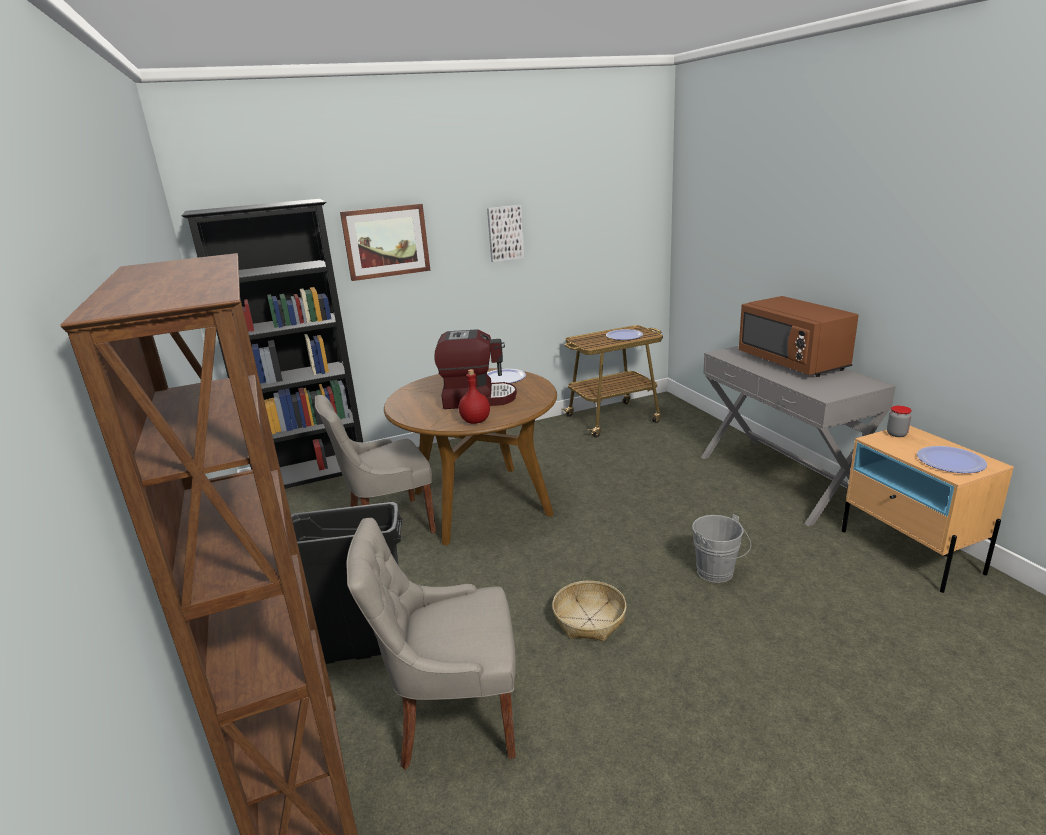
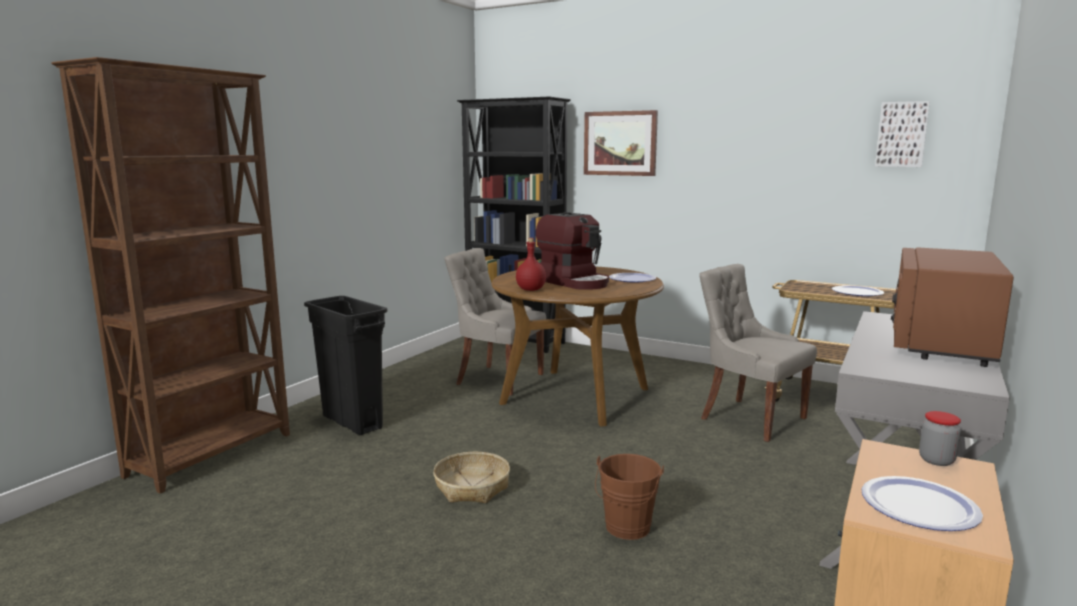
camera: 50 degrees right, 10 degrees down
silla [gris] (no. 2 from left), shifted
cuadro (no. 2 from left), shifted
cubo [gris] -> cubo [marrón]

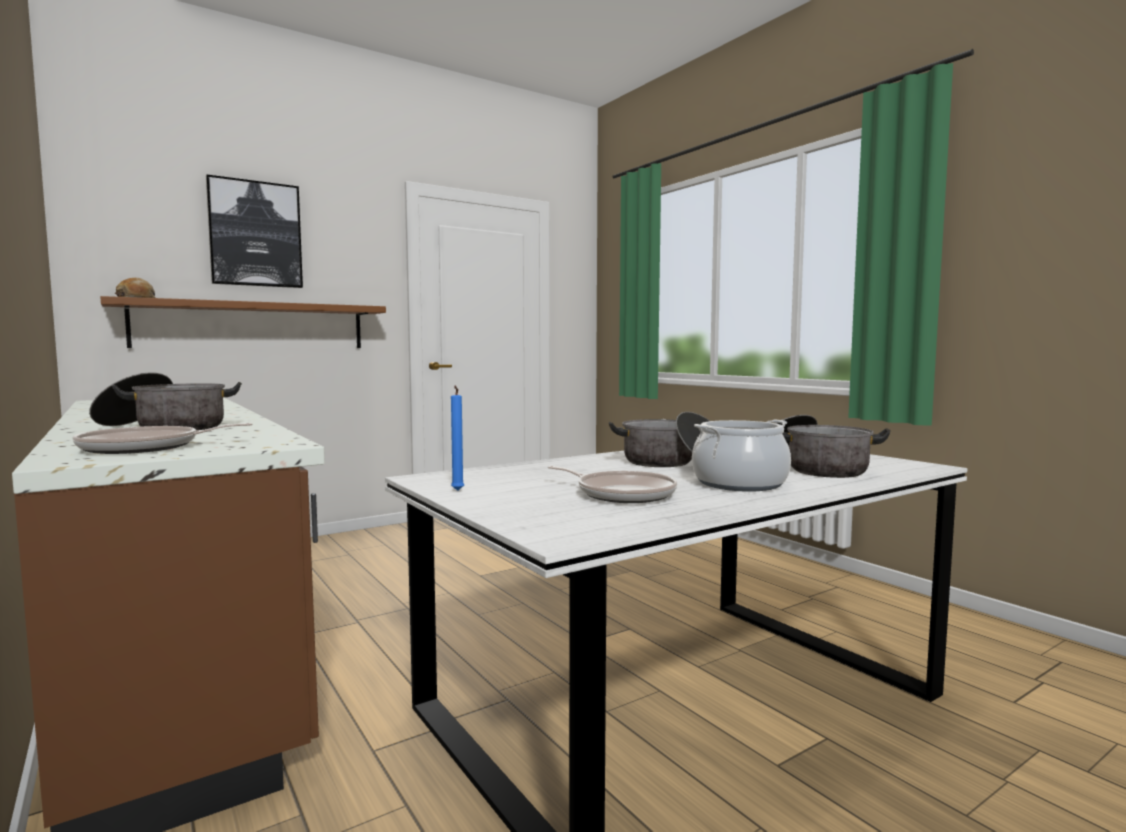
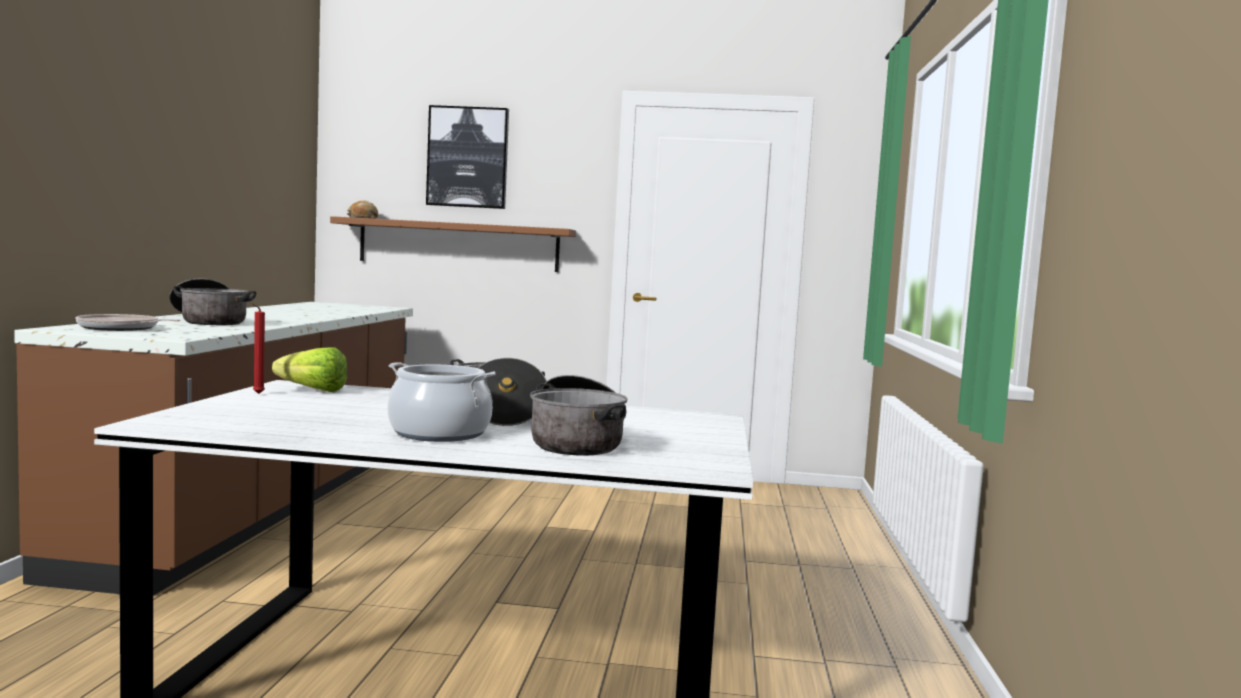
camera: 40 degrees right, 0 degrees up
vela [azul] -> vela [rojo]
sartén (no. 2 from left) -> none
none -> lechuga

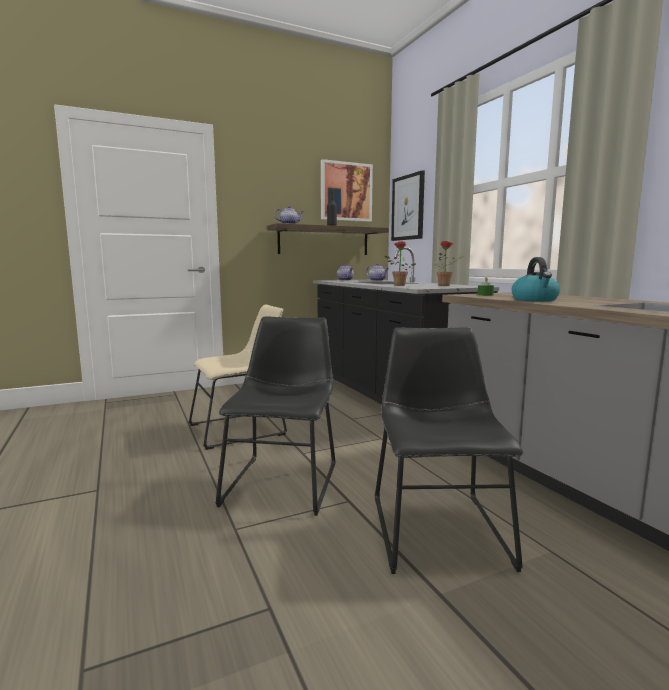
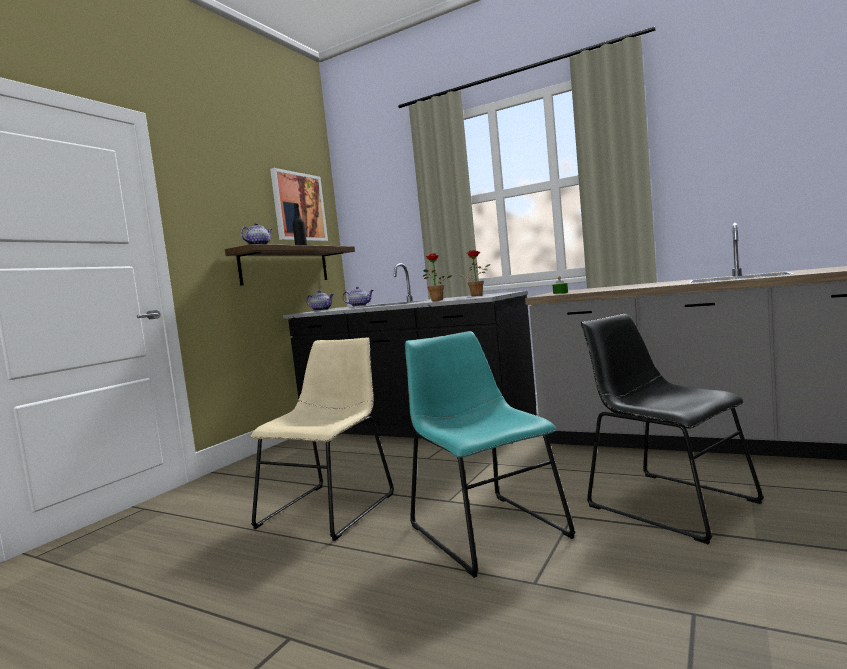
camera: 35 degrees left, 5 degrees down
silla [negro] (no. 1 from left) -> silla [turquesa]
cuadro (no. 2 from left) -> none
hervidor -> none

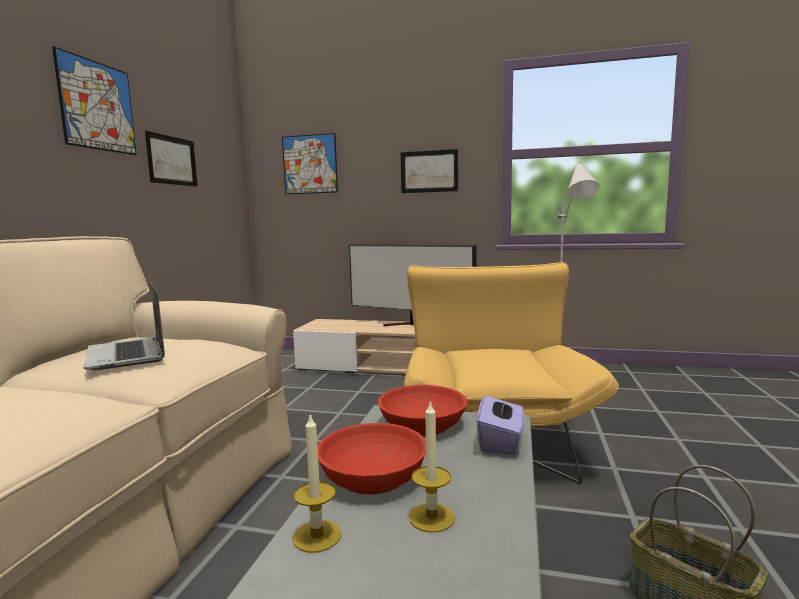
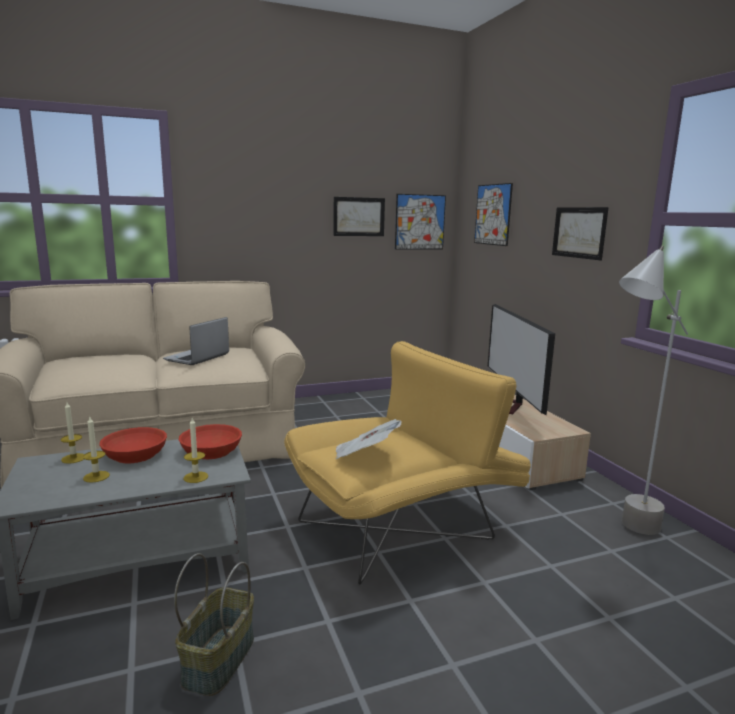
camera: 55 degrees right, 5 degrees up
cuadro (no. 1 from left in the first image) -> cuadro (no. 2 from left), shifted
caja de pañuelos [morado] -> vela (no. 3 from left)
none -> periódico

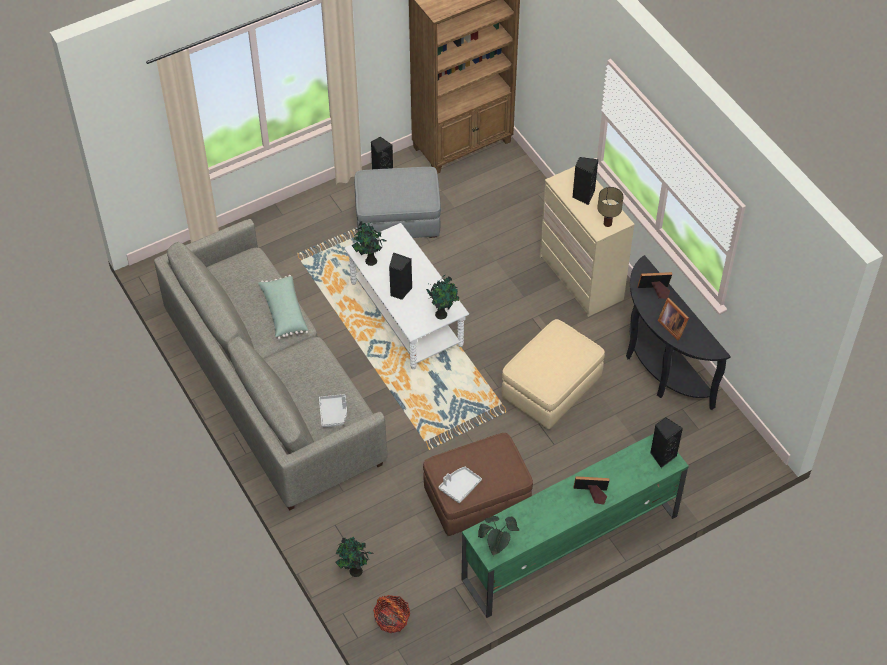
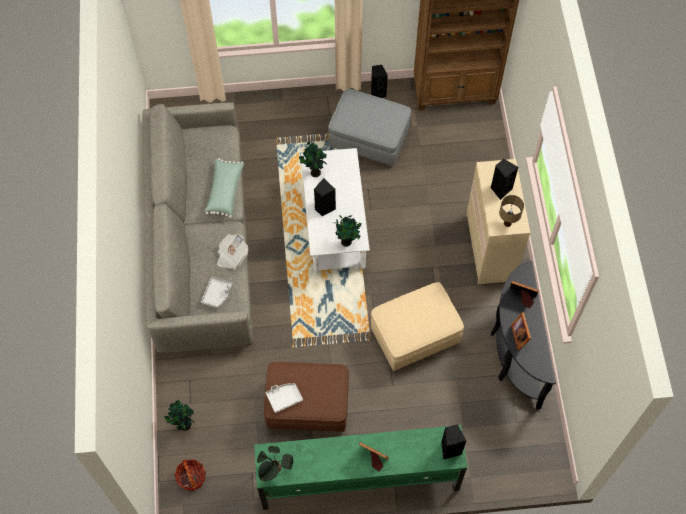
camera: 25 degrees right, 10 degrees up
none -> periódico

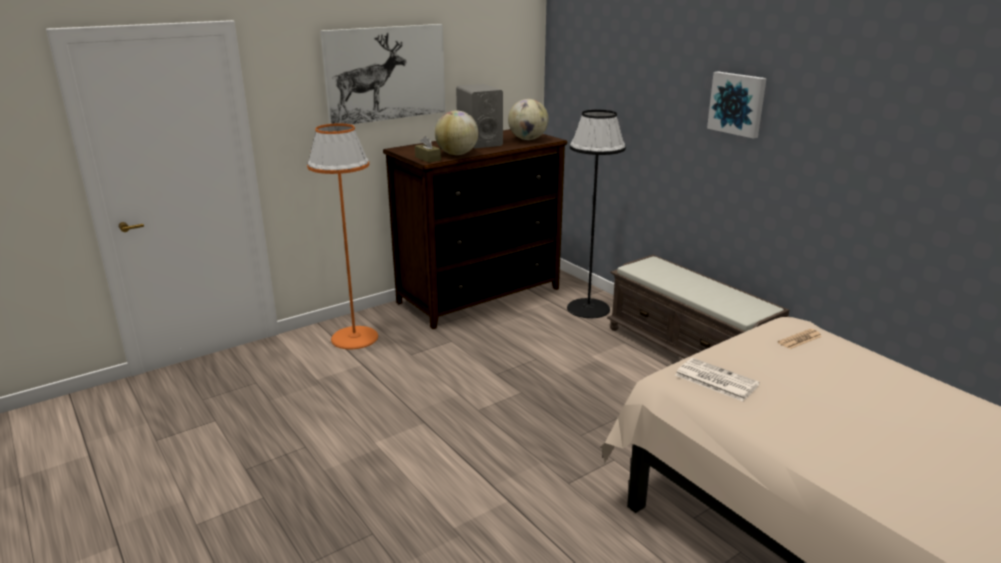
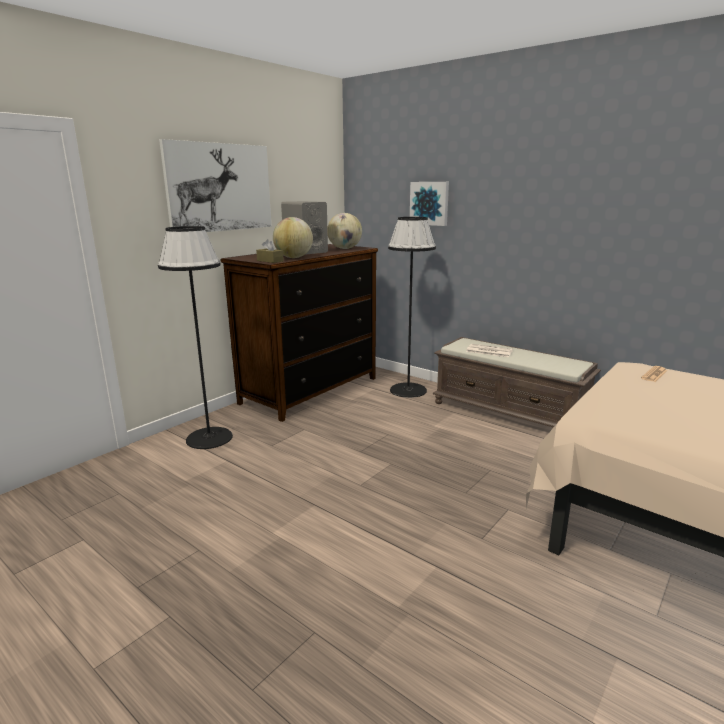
camera: 15 degrees left, 5 degrees down
lámpara de pie [naranja] -> lámpara de pie [negro] (no. 1 from left)
periódico (no. 1 from left), shifted
cuadro (no. 2 from left), shifted

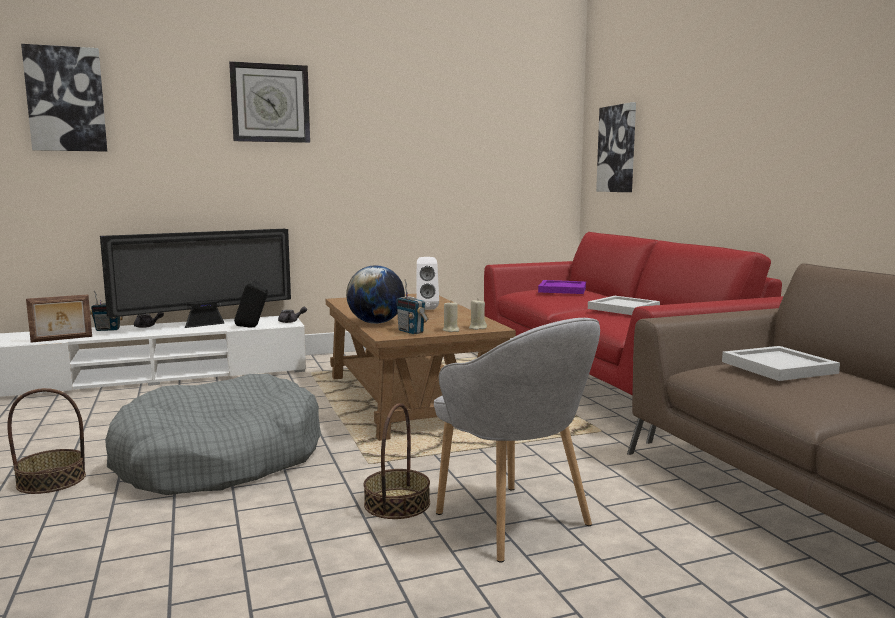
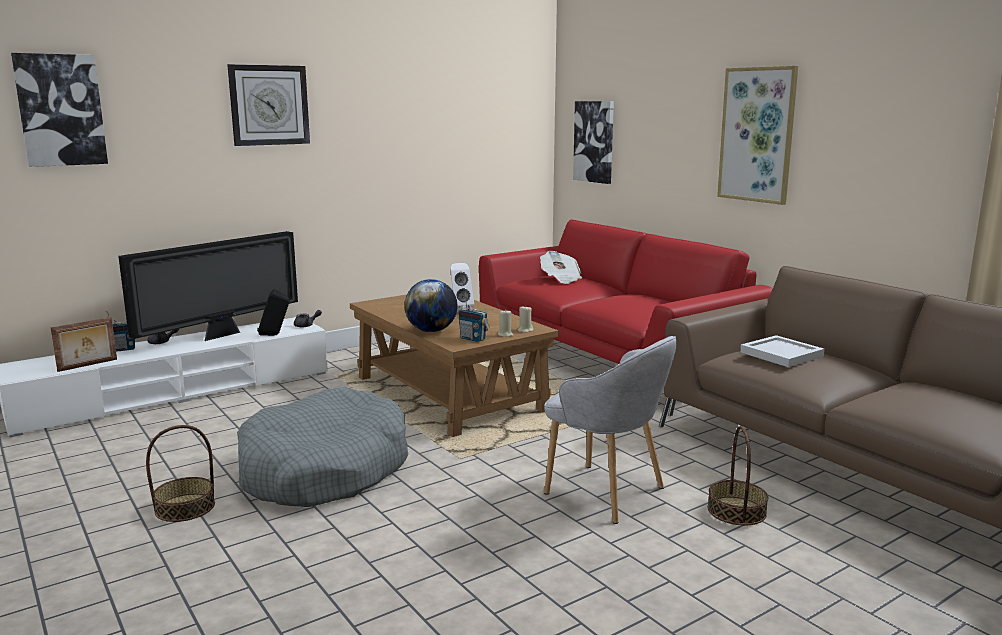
camera: 15 degrees left, 5 degrees up
cesta (no. 2 from left), shifted
bandeja [morado] -> periódico
bandeja [blanco] (no. 1 from left) -> none
none -> cuadro (no. 3 from left)

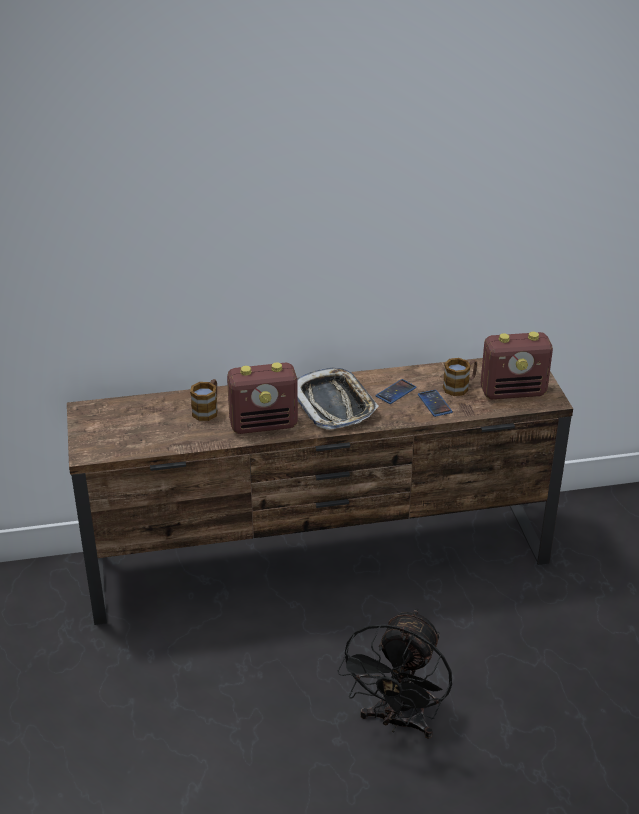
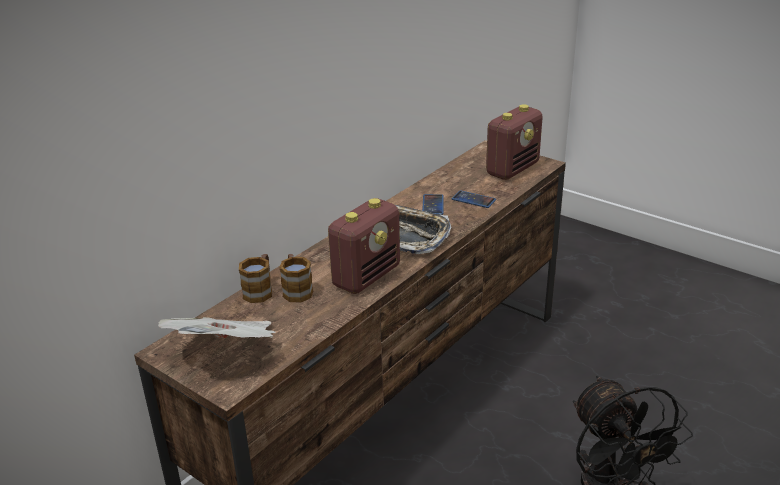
camera: 40 degrees left, 5 degrees down
taza grande (no. 2 from left in the first image) -> taza grande (no. 1 from left), shifted
none -> periódico

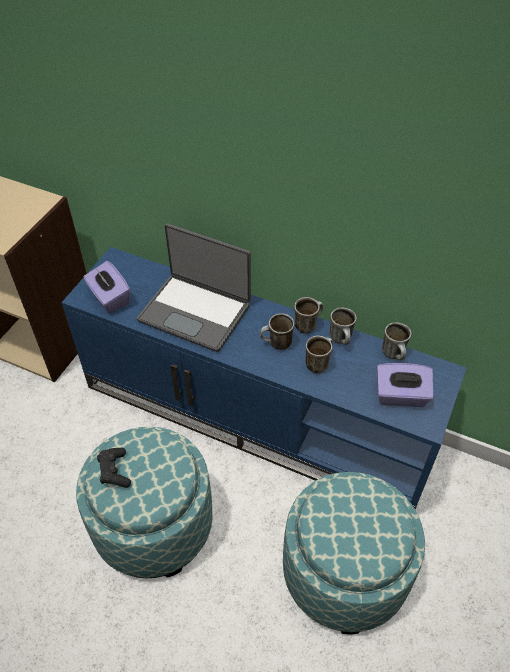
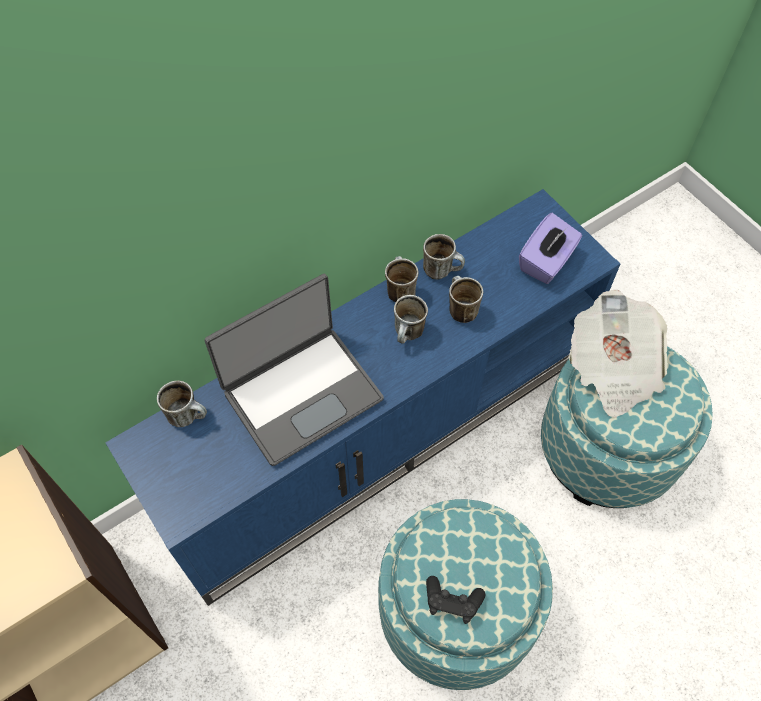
camera: 60 degrees left, 10 degrees up
caja de pañuelos [morado] (no. 1 from left) -> none
taza grande (no. 5 from left in the first image) -> taza grande (no. 1 from left), shifted
none -> periódico

